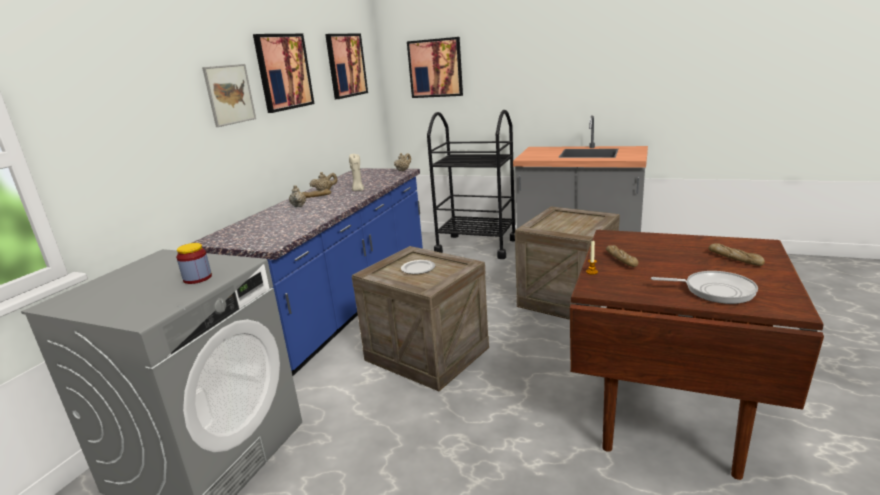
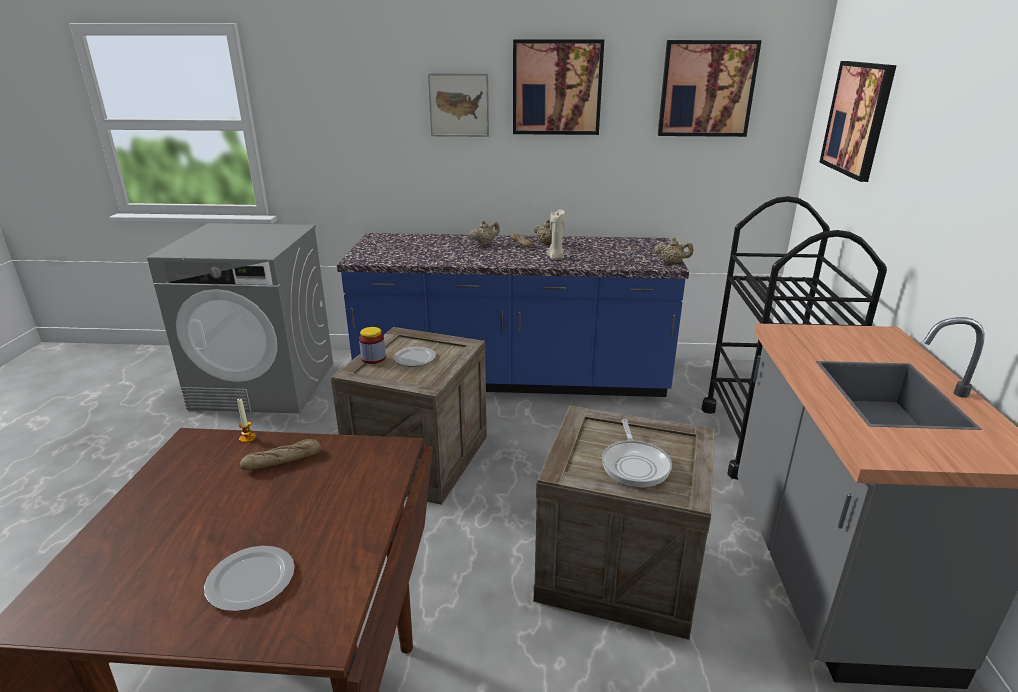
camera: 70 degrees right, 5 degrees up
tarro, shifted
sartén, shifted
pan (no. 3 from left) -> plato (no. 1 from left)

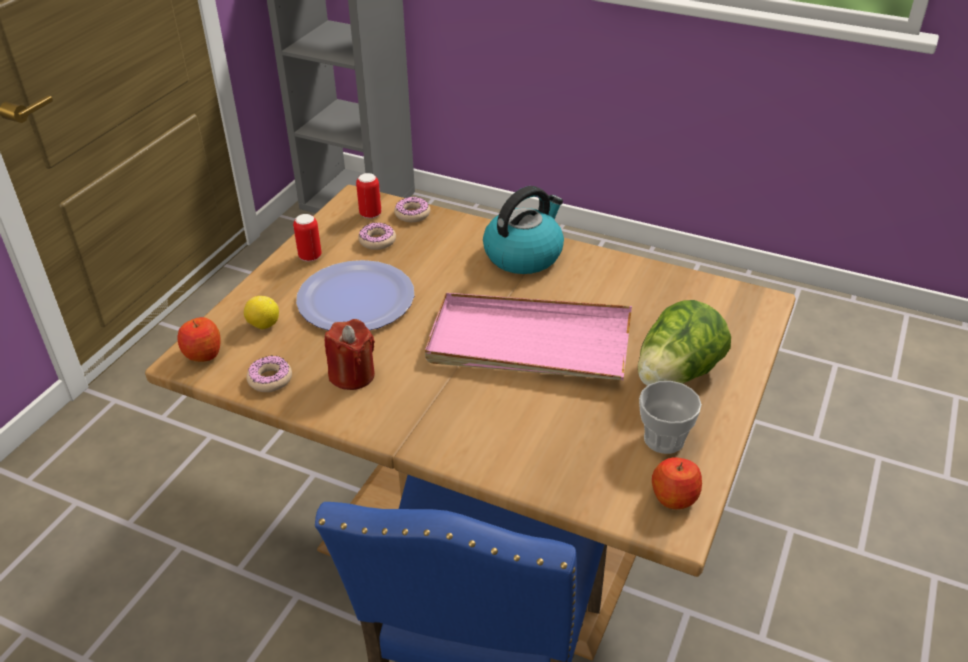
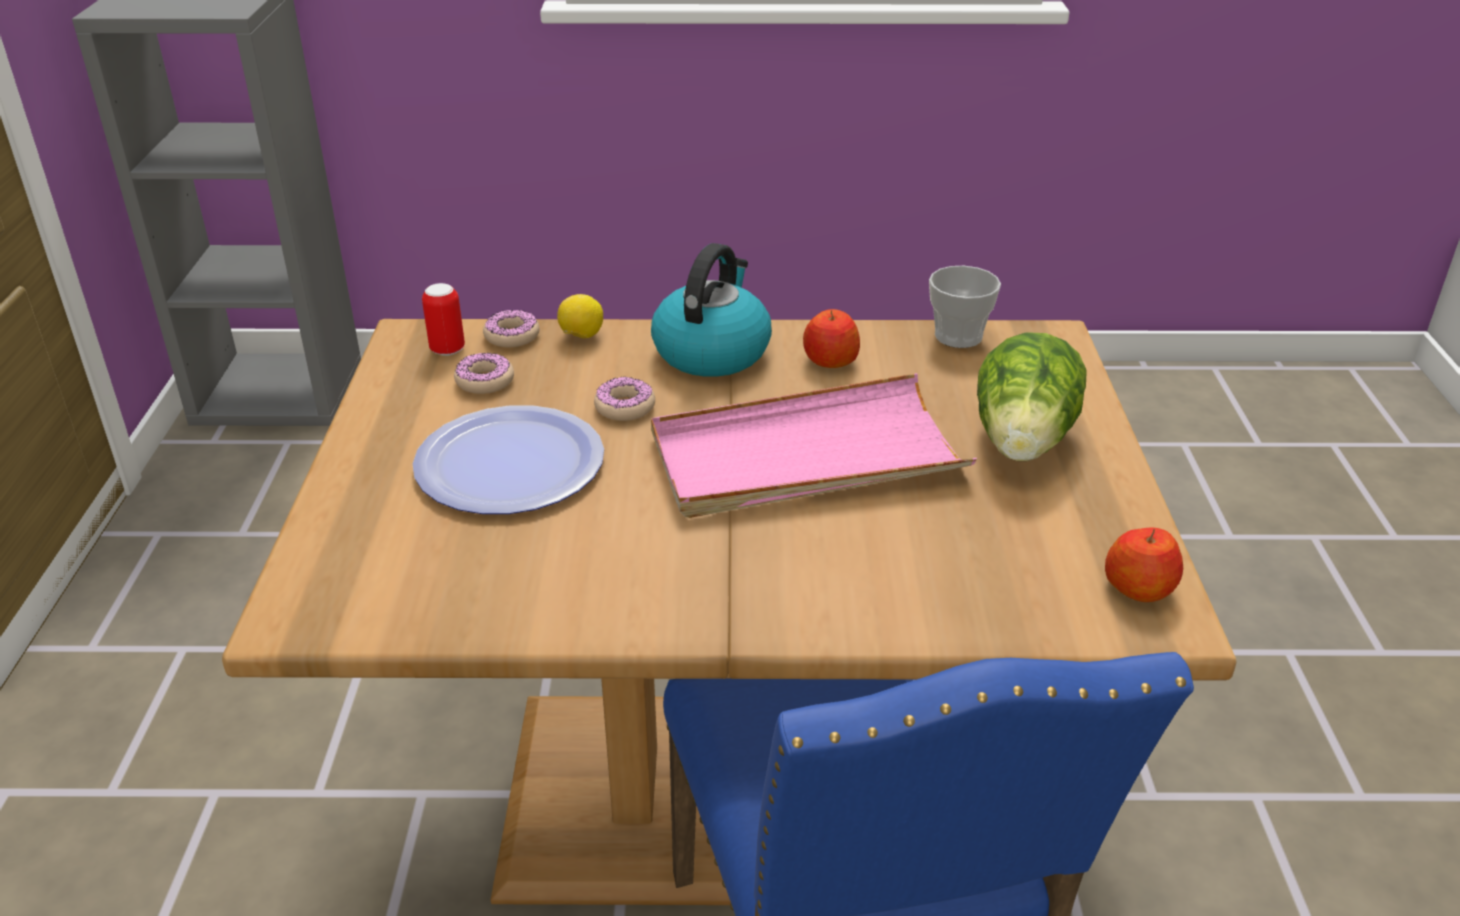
camera: 25 degrees left, 5 degrees down
manzana (no. 1 from left), shifted
limón, shifted
rosquilla (no. 1 from left in the first image) -> rosquilla (no. 3 from left), shifted
lata (no. 1 from left) -> none
vela [rojo] -> none
taza, shifted

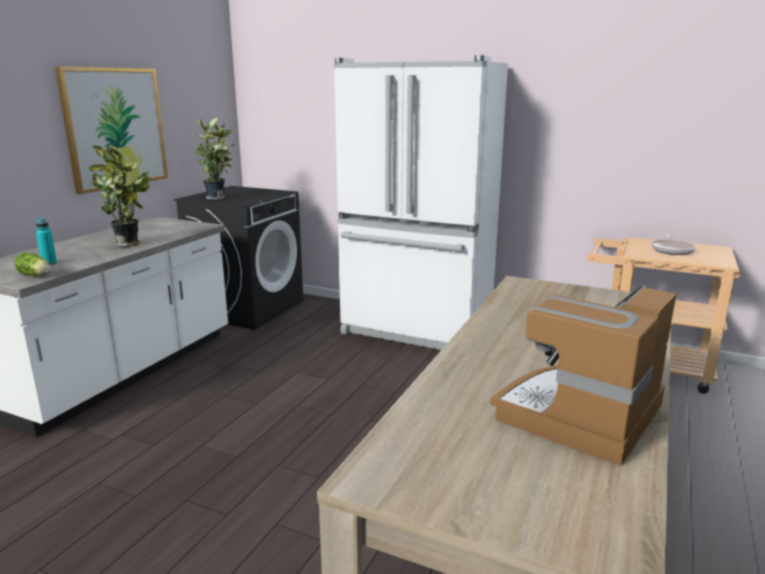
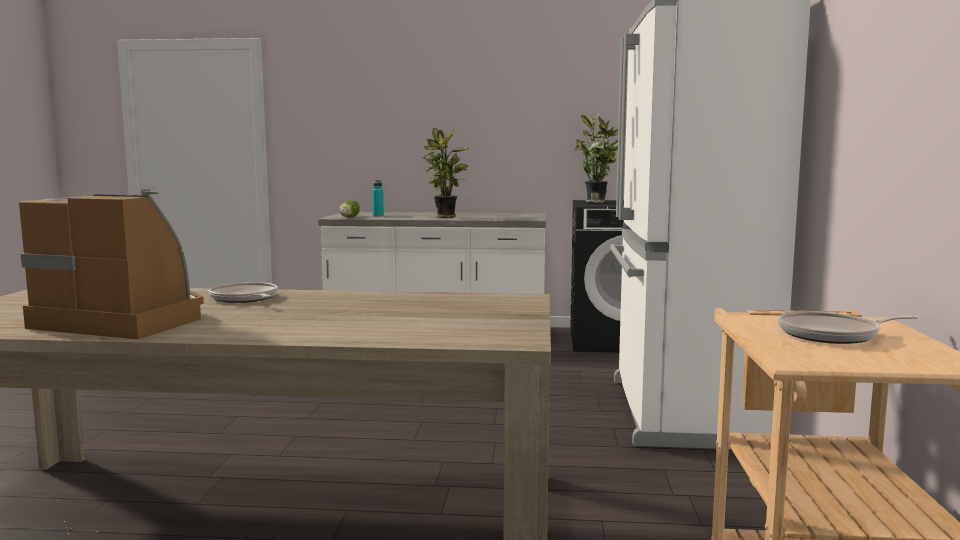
camera: 70 degrees right, 10 degrees down
cuadro -> none
none -> sartén (no. 1 from left)

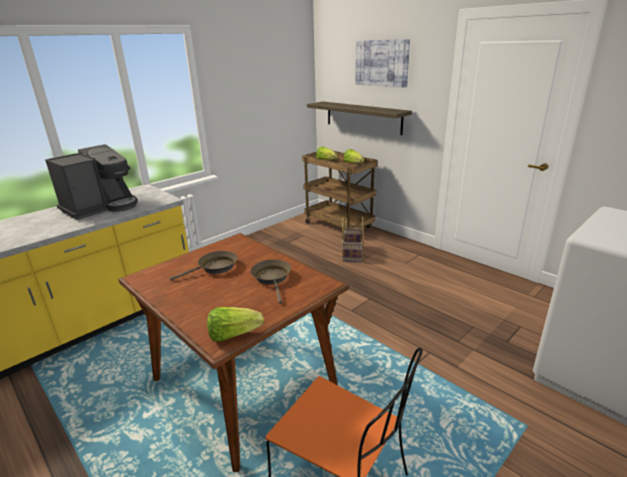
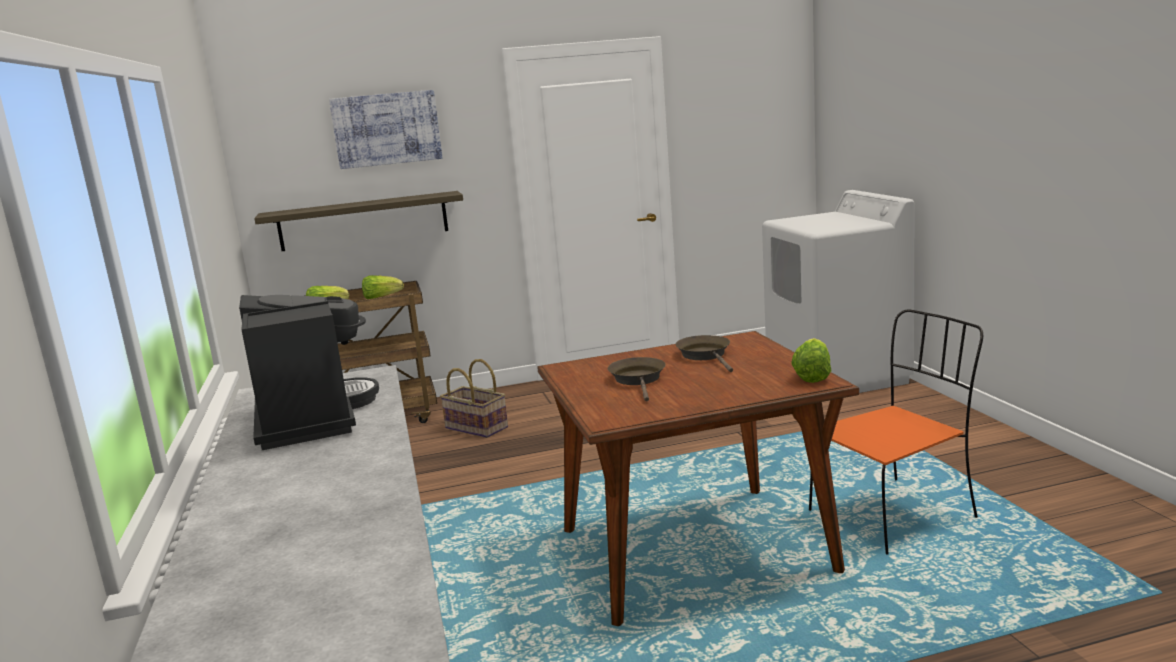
camera: 60 degrees left, 10 degrees down
sartén [marrón] (no. 2 from left), 60 degrees clockwise

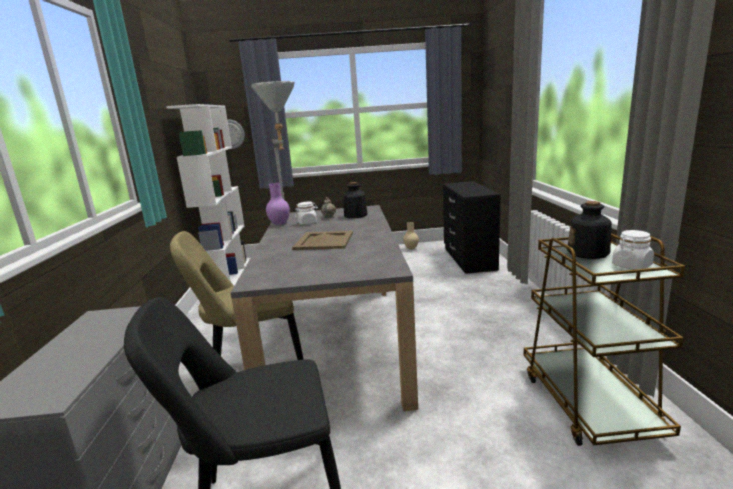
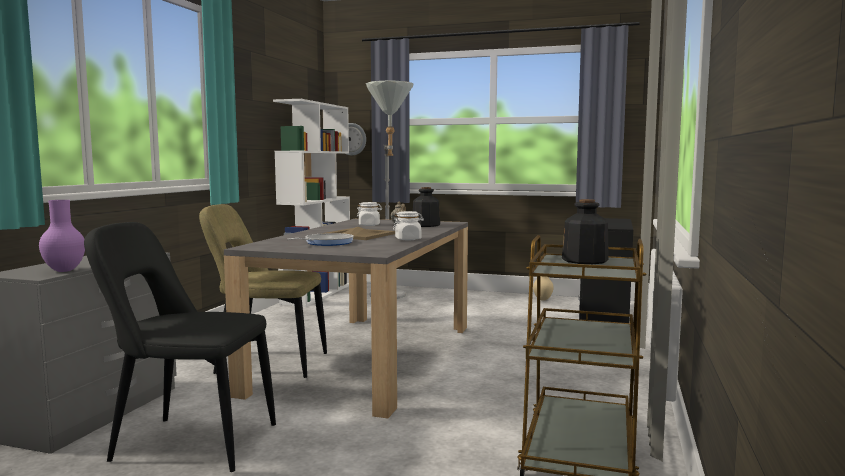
camera: 20 degrees right, 10 degrees down
florero [morado], shifted
tarro [blanco] (no. 2 from left), shifted
none -> sartén

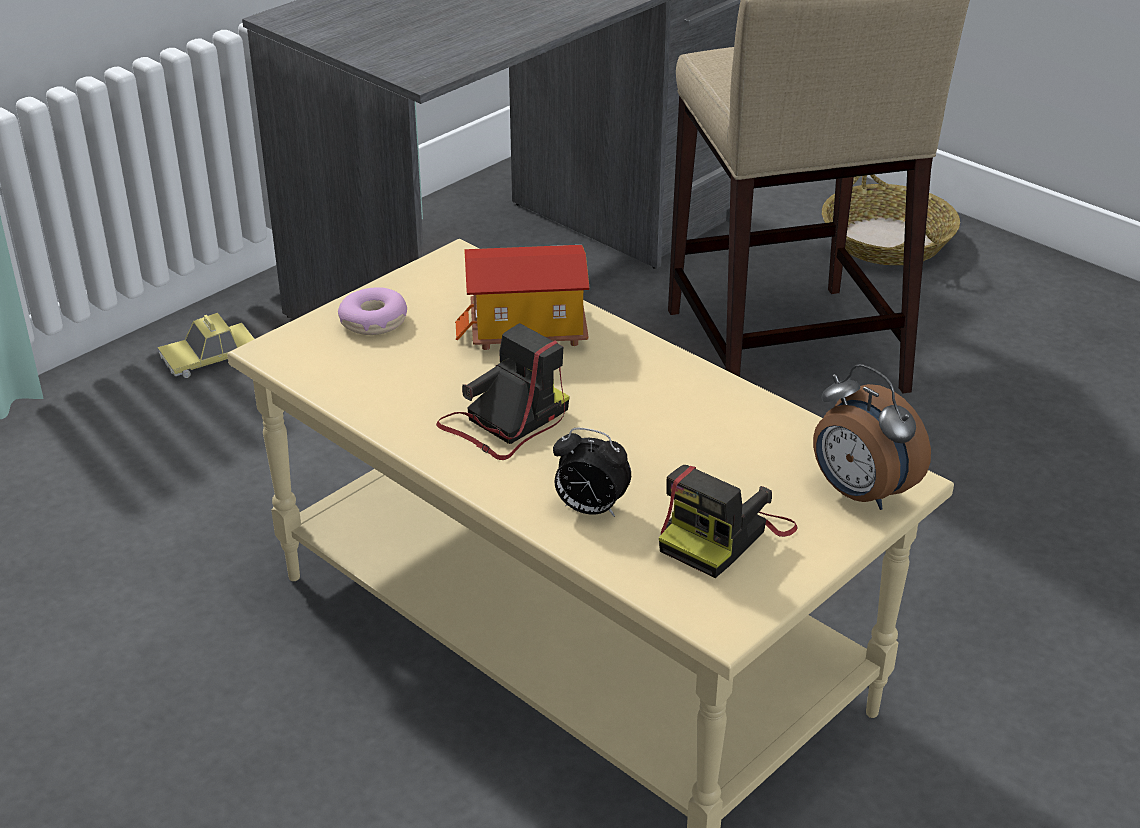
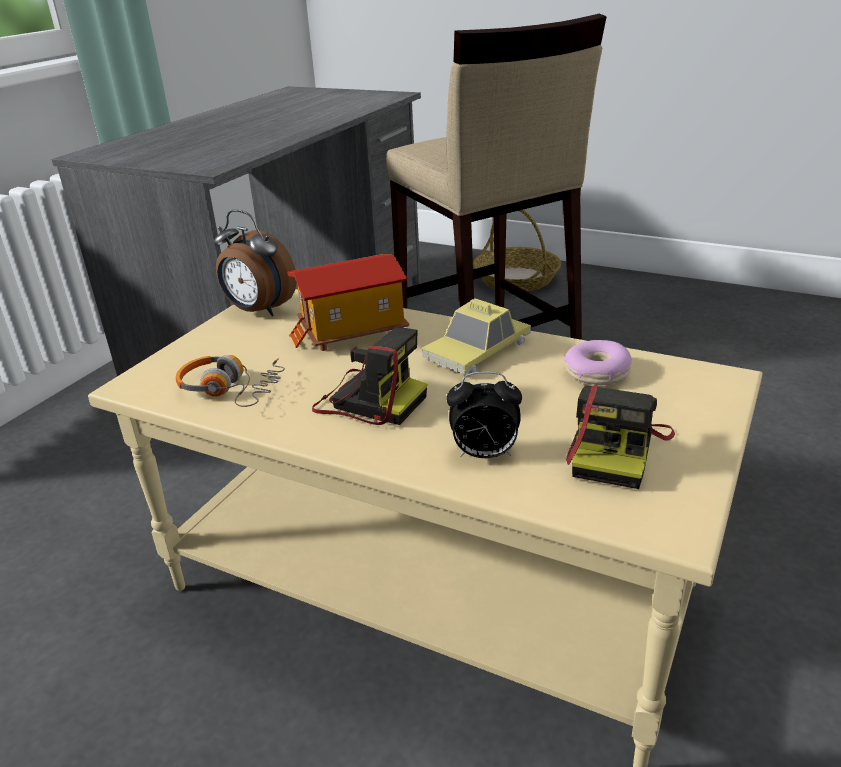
camera: 15 degrees left, 5 degrees down
coche de juguete, shifted
rosquilla, shifted
cámara (no. 1 from left), 90 degrees clockwise
despertador (no. 2 from left in the first image) -> despertador (no. 1 from left), shifted
none -> auriculares

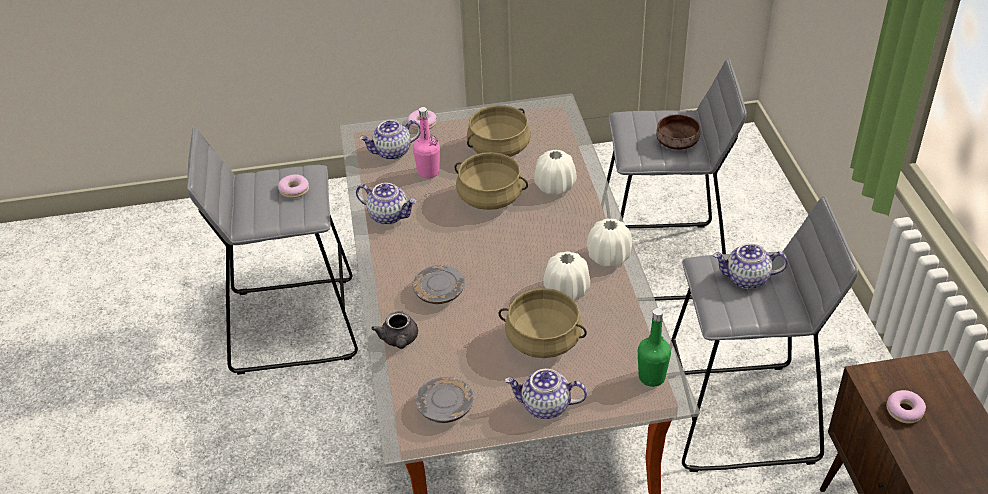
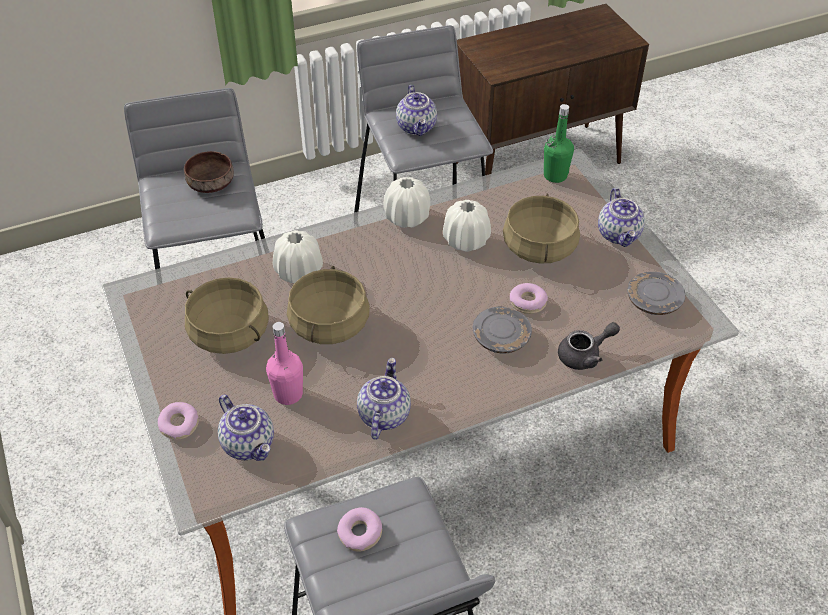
camera: 105 degrees left, 5 degrees up
rosquilla (no. 3 from left), shifted

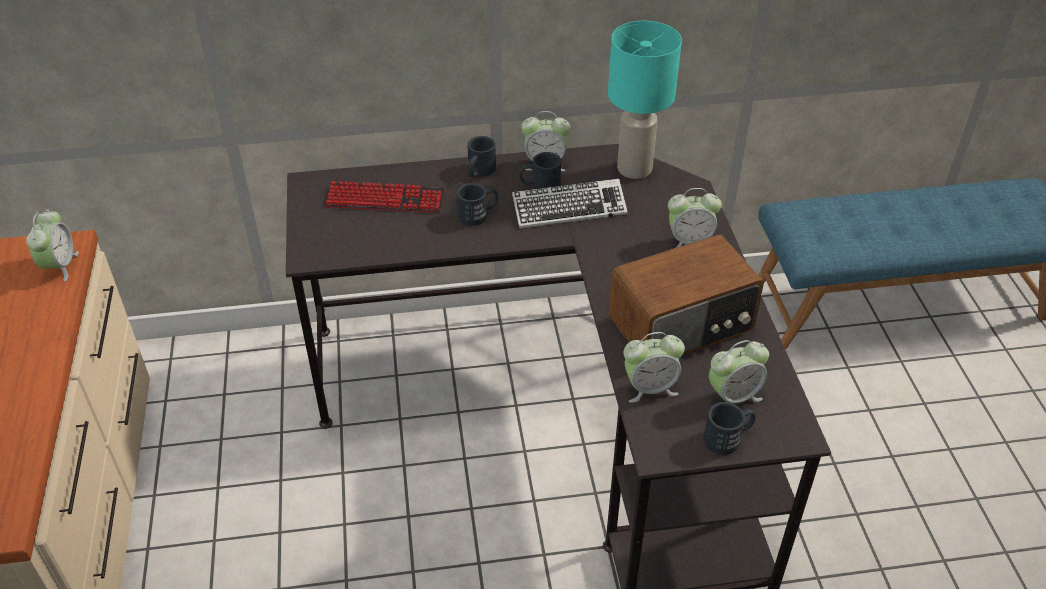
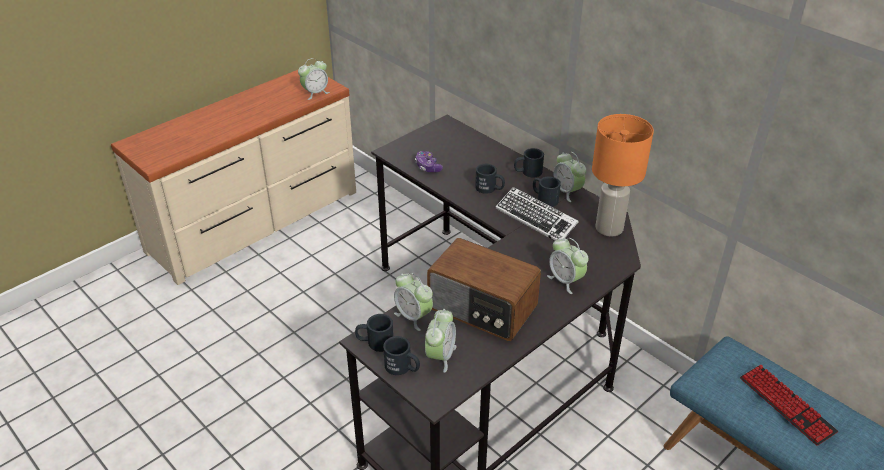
camera: 55 degrees right, 5 degrees down
teclado (no. 1 from left in the first image) -> teclado (no. 2 from left), shifted
lámpara de mesa [turquesa] -> lámpara de mesa [naranja]
despertador (no. 5 from left in the first image) -> despertador (no. 3 from left), 105 degrees counterclockwise
none -> taza grande [negro] (no. 1 from left)
none -> mando de consola

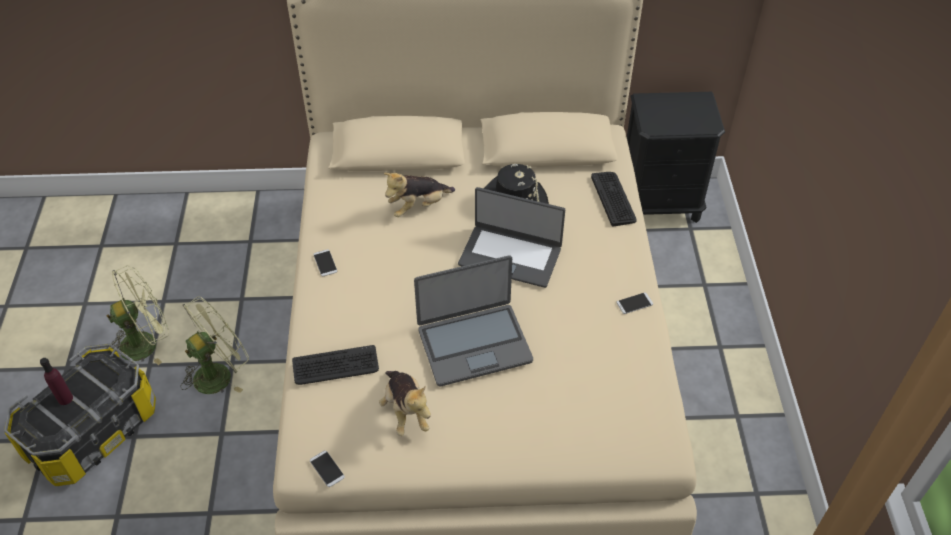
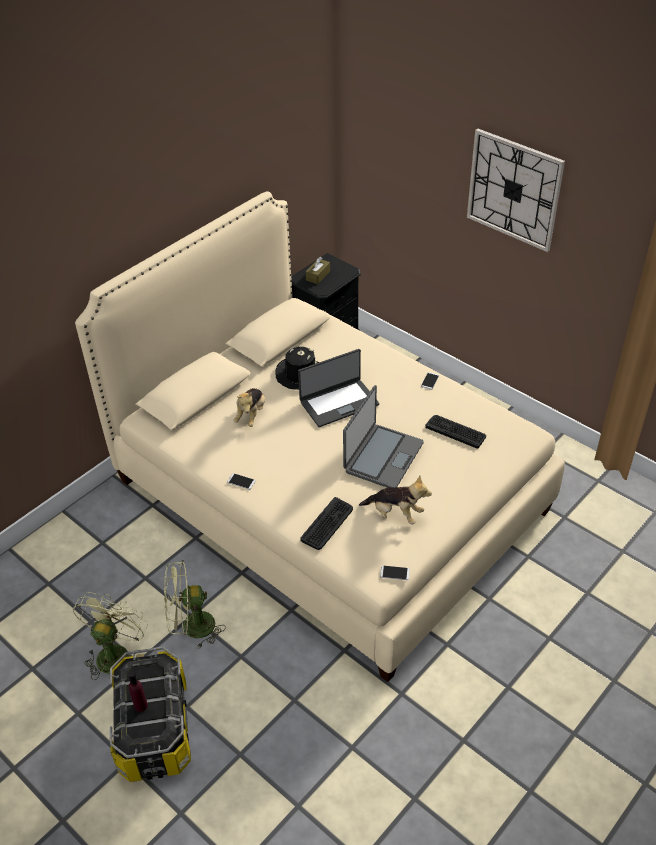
camera: 45 degrees left, 5 degrees down
ventilador [verde] (no. 2 from left), 105 degrees counterclockwise
teclado (no. 2 from left), shifted
none -> caja de pañuelos [marrón]
none -> reloj de pared

